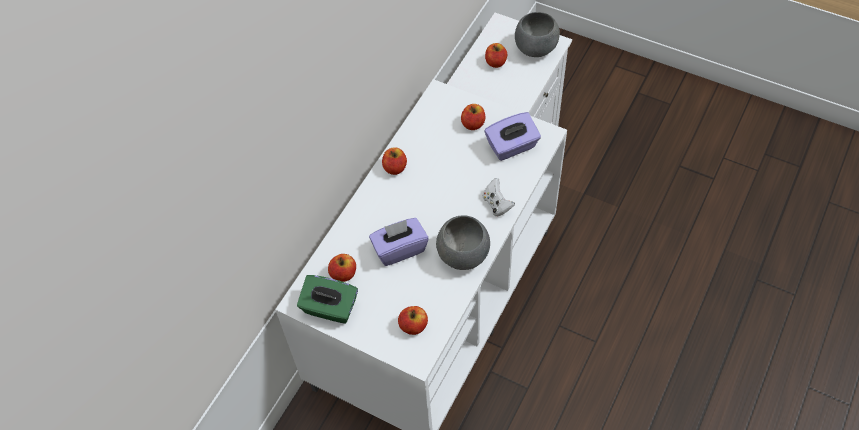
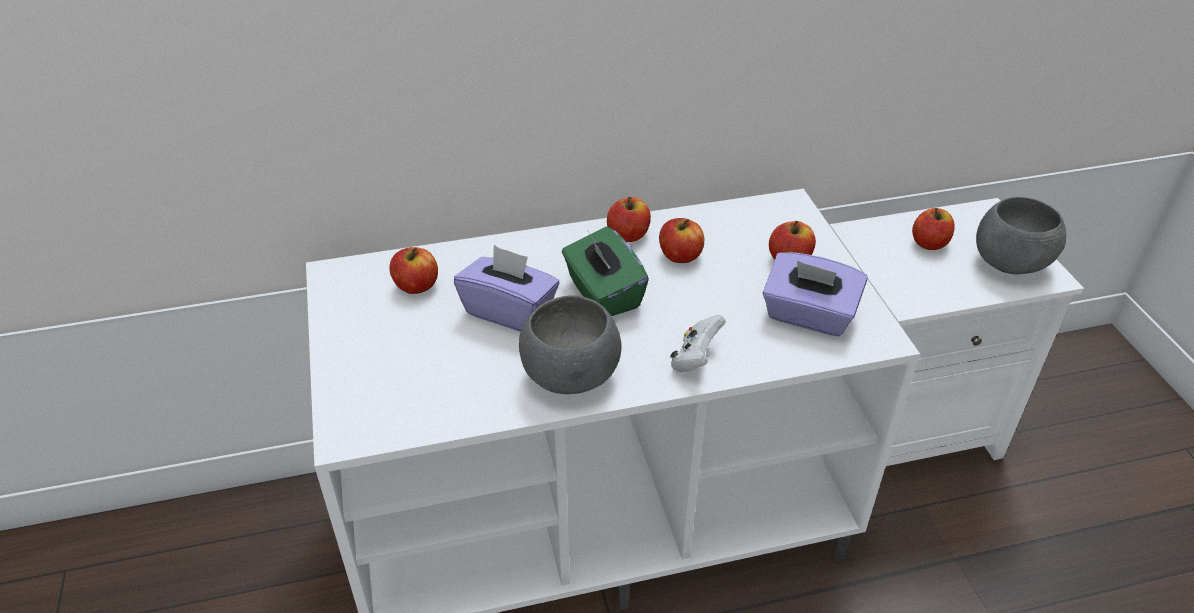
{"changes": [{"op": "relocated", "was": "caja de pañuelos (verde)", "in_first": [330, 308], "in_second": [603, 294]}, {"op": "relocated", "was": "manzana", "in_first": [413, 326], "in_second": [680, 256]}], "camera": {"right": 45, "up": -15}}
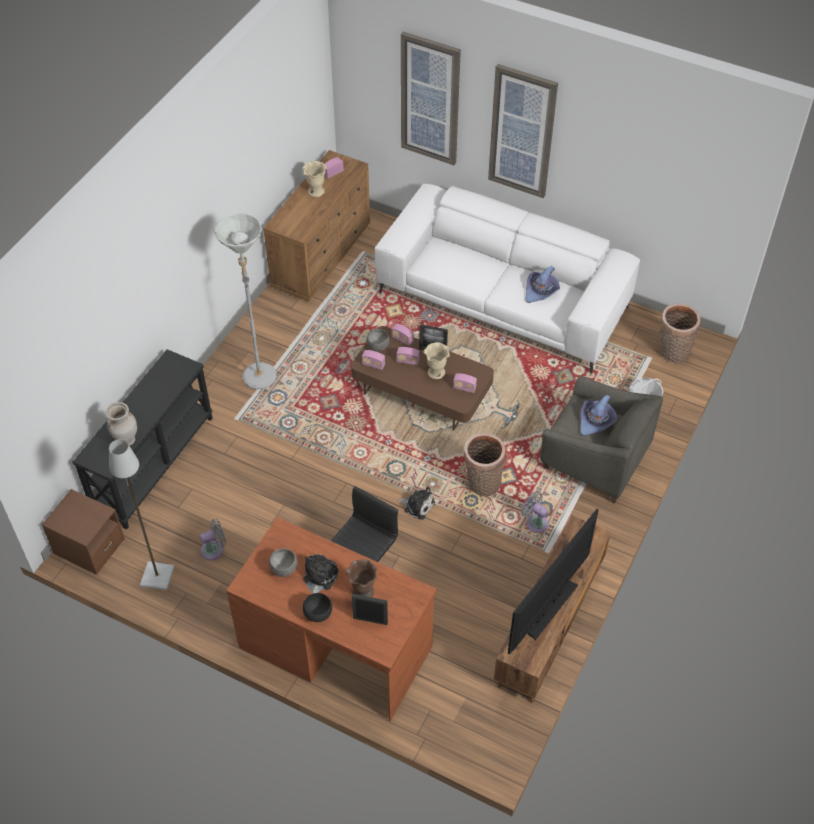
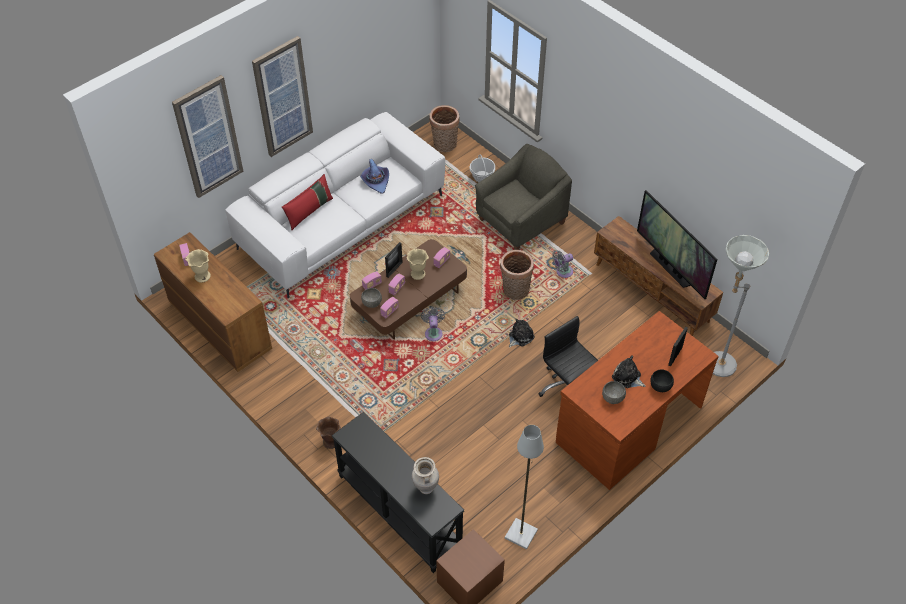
{"changes": [{"op": "appeared", "now": "cojín (rojo)", "in_second": [309, 211]}, {"op": "relocated", "was": "florero (marrón)", "in_first": [363, 592], "in_second": [330, 442]}, {"op": "relocated", "was": "ventilador (gris)", "in_first": [214, 549], "in_second": [433, 332]}, {"op": "relocated", "was": "lámpara de pie (gris)", "in_first": [258, 371], "in_second": [714, 364]}, {"op": "missing", "was": "sombrero (morado)", "in_first": [596, 421]}], "camera": {"right": -70, "up": 0}}
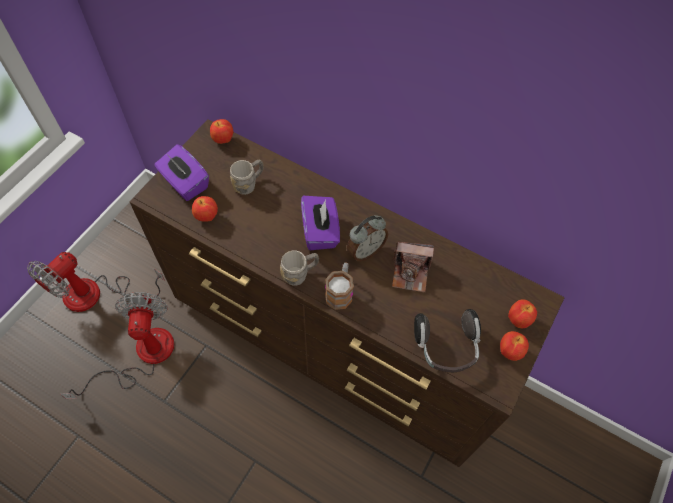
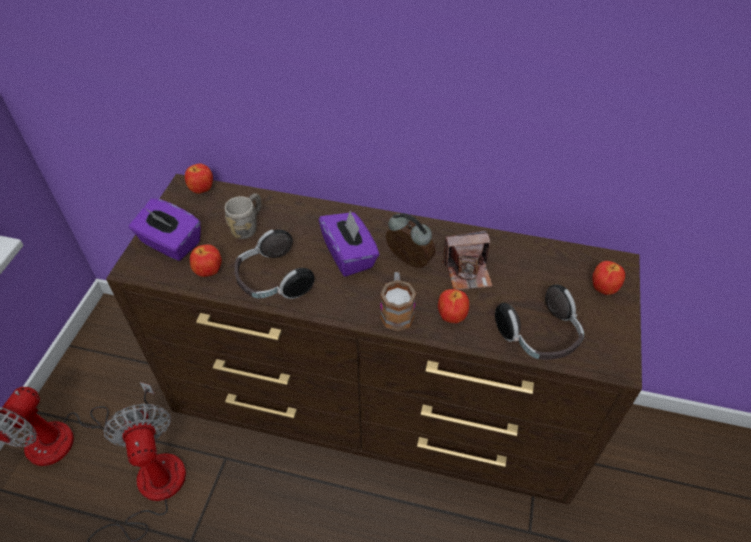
{"changes": [{"op": "appeared", "now": "auriculares", "in_second": [272, 280]}, {"op": "spun", "was": "despertador", "in_first": [365, 251], "in_second": [408, 262], "clockwise": -90}, {"op": "relocated", "was": "manzana", "in_first": [509, 351], "in_second": [451, 316]}, {"op": "missing", "was": "taza grande (gris)", "in_first": [300, 274]}], "camera": {"right": -15, "up": -10}}
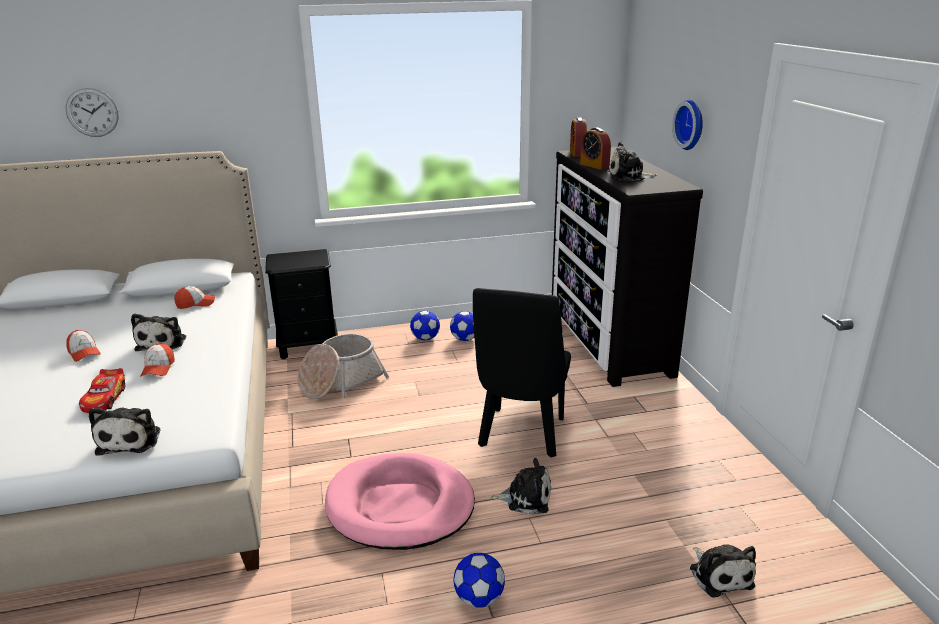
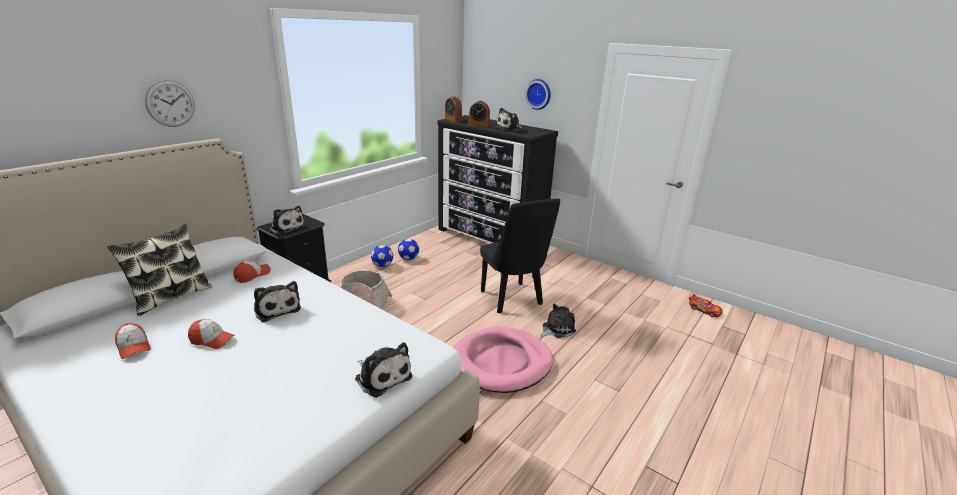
{"changes": [{"op": "appeared", "now": "cojín", "in_second": [171, 297]}, {"op": "relocated", "was": "gorra", "in_first": [158, 368], "in_second": [133, 347]}, {"op": "relocated", "was": "reloj de pared", "in_first": [92, 112], "in_second": [170, 103]}, {"op": "relocated", "was": "peluche", "in_first": [719, 575], "in_second": [286, 227]}, {"op": "relocated", "was": "coche de juguete", "in_first": [105, 399], "in_second": [704, 310]}, {"op": "missing", "was": "balón de fútbol", "in_first": [479, 598]}], "camera": {"right": -40, "up": 0}}
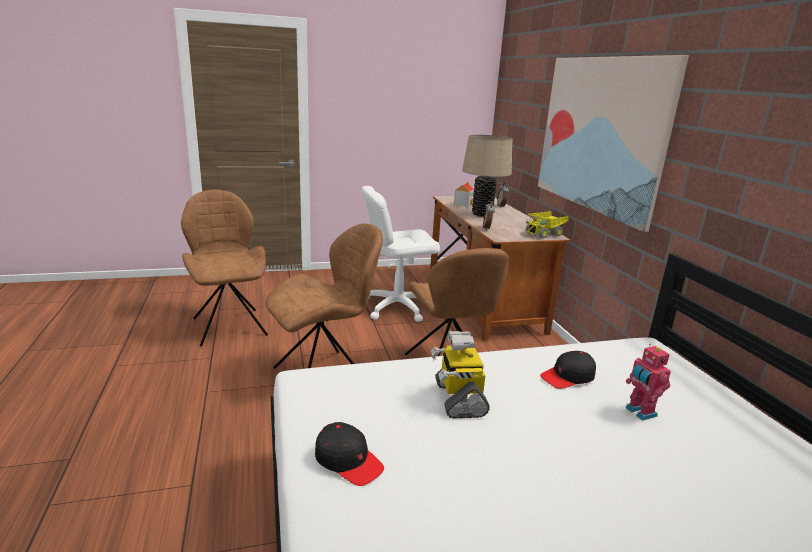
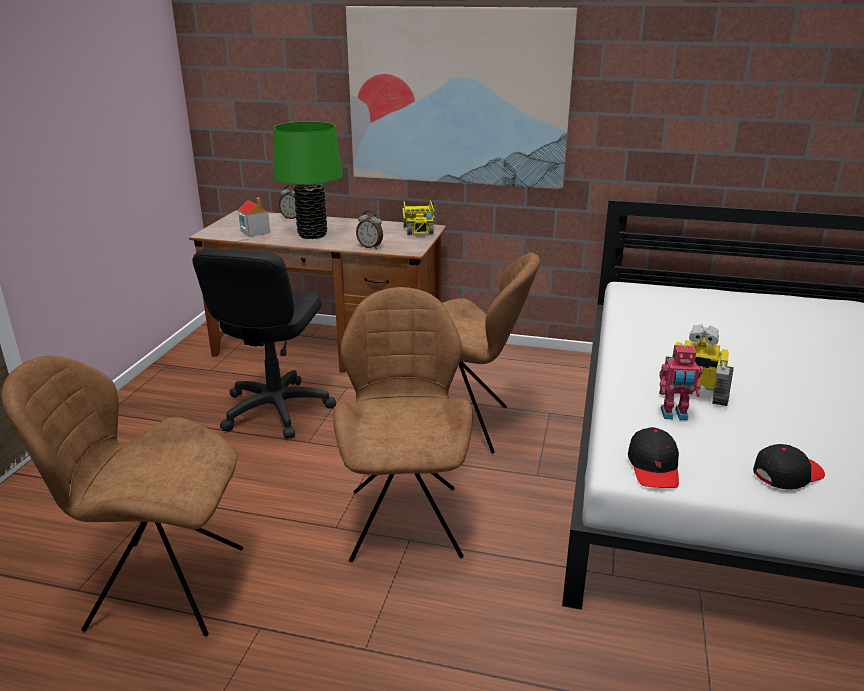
{"changes": [{"op": "colour", "was": "silla de oficina (blanco)", "now": "silla de oficina (negro)", "in_first": [397, 307], "in_second": [275, 409]}, {"op": "colour", "was": "lámpara de mesa (beis)", "now": "lámpara de mesa (verde)", "in_first": [482, 214], "in_second": [312, 235]}, {"op": "relocated", "was": "gorra (negro)", "in_first": [568, 377], "in_second": [654, 467]}, {"op": "relocated", "was": "robot de juguete", "in_first": [639, 412], "in_second": [674, 415]}], "camera": {"right": -60, "up": 5}}
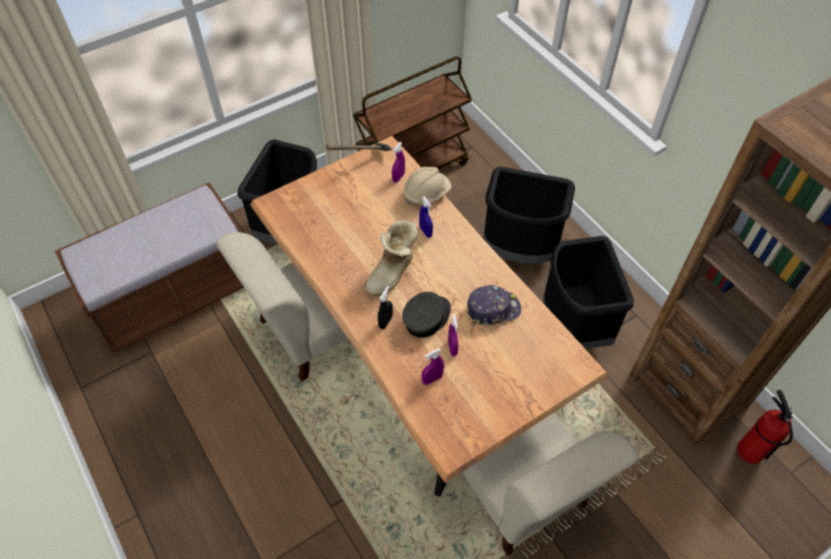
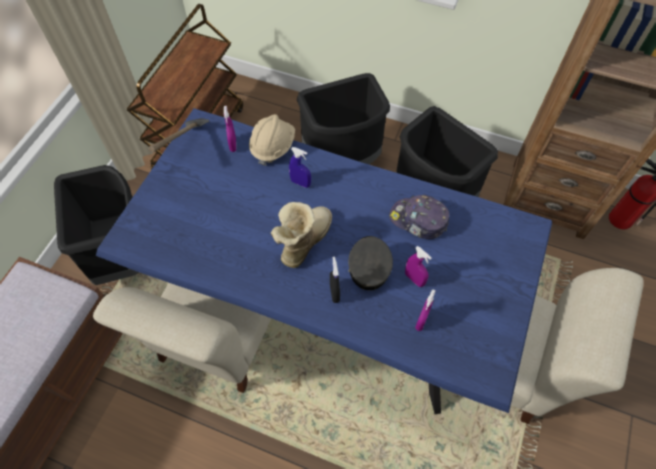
{"changes": [{"op": "colour", "was": "mesa de comedor (marrón)", "now": "mesa de comedor (azul)", "in_first": [415, 357], "in_second": [328, 304]}, {"op": "spun", "was": "bota", "in_first": [393, 273], "in_second": [302, 241], "clockwise": -150}, {"op": "spun", "was": "gorra", "in_first": [492, 309], "in_second": [418, 220], "clockwise": -105}], "camera": {"right": -35, "up": 5}}
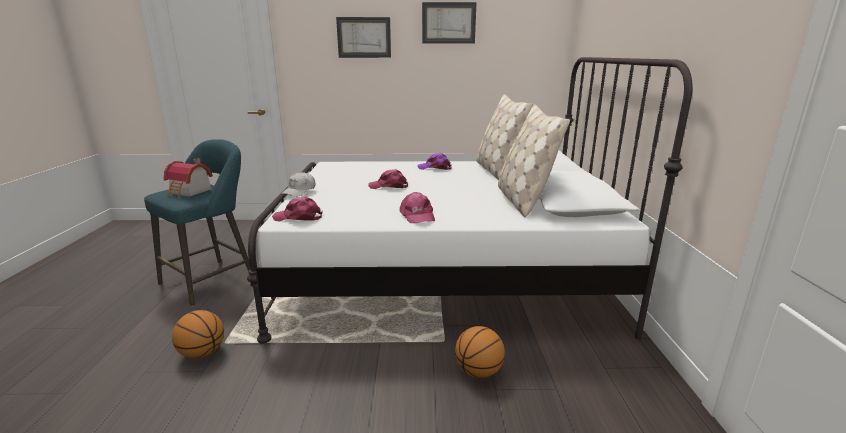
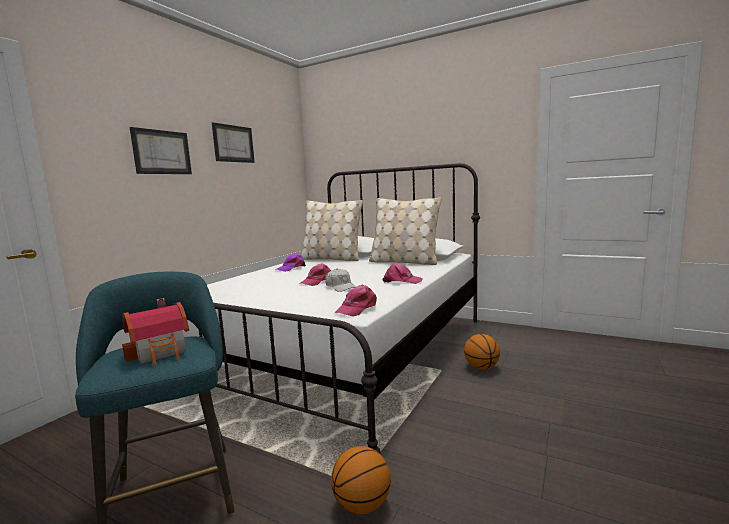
{"changes": [{"op": "relocated", "was": "gorra (blanco)", "in_first": [299, 191], "in_second": [340, 287]}], "camera": {"right": -60, "up": -10}}
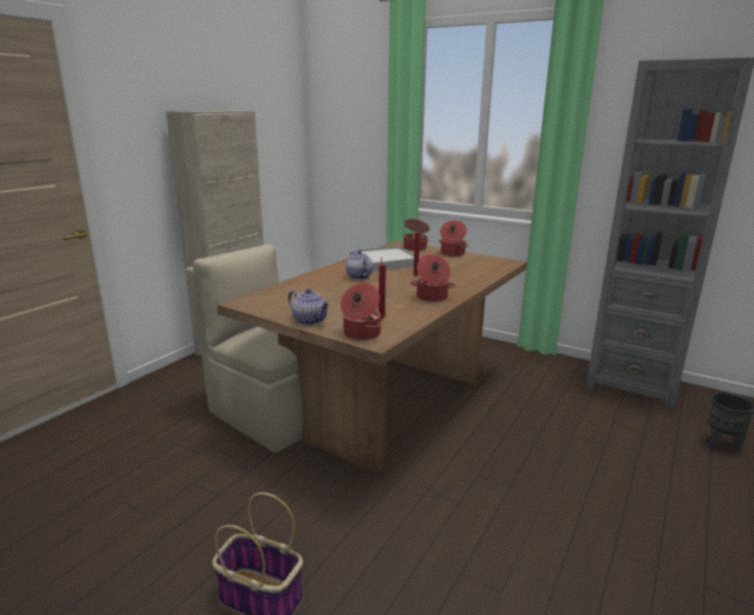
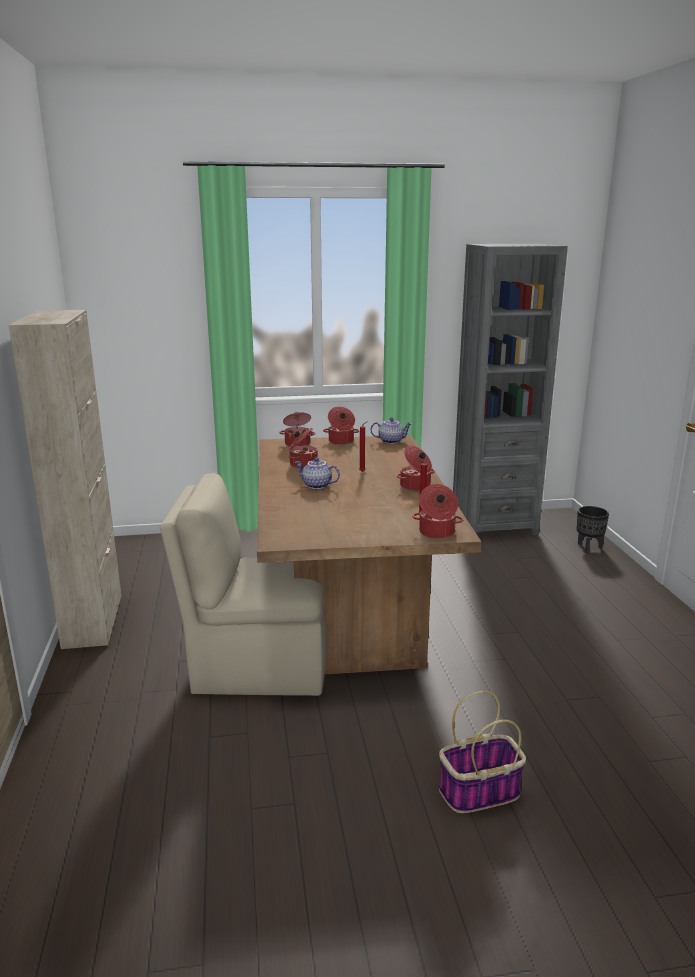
{"changes": [{"op": "exchanged", "was": "bandeja (blanco)", "now": "olla", "in_first": [385, 261], "in_second": [303, 464]}, {"op": "relocated", "was": "tetera", "in_first": [310, 320], "in_second": [391, 441]}], "camera": {"right": -40, "up": 0}}
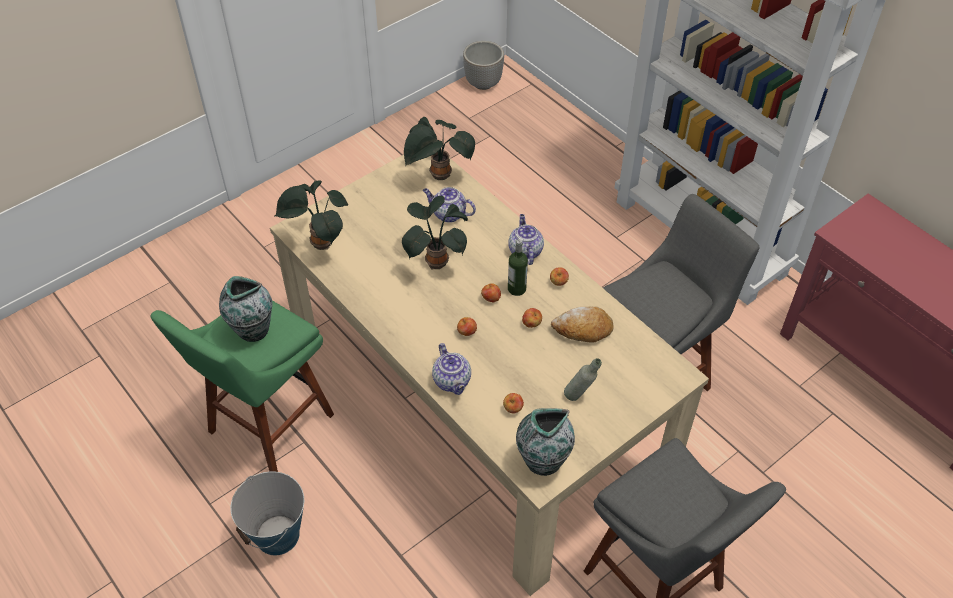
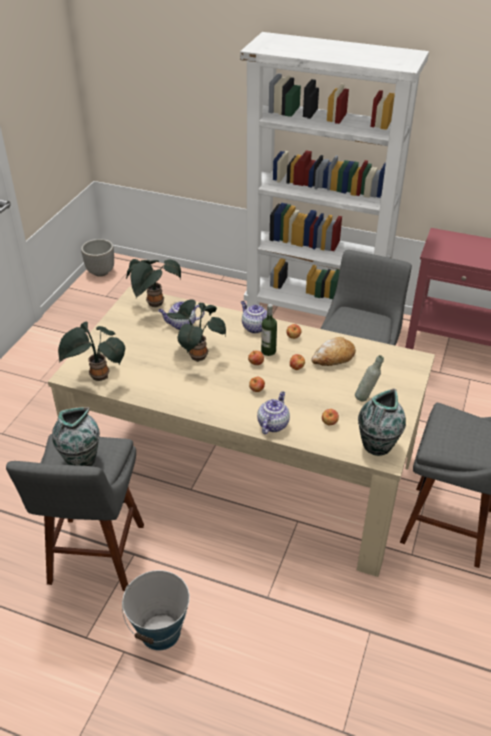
{"changes": [{"op": "colour", "was": "taburete (verde)", "now": "taburete (gris)", "in_first": [266, 427], "in_second": [95, 558]}, {"op": "spun", "was": "tetera", "in_first": [452, 381], "in_second": [273, 424], "clockwise": -105}], "camera": {"right": -30, "up": -10}}
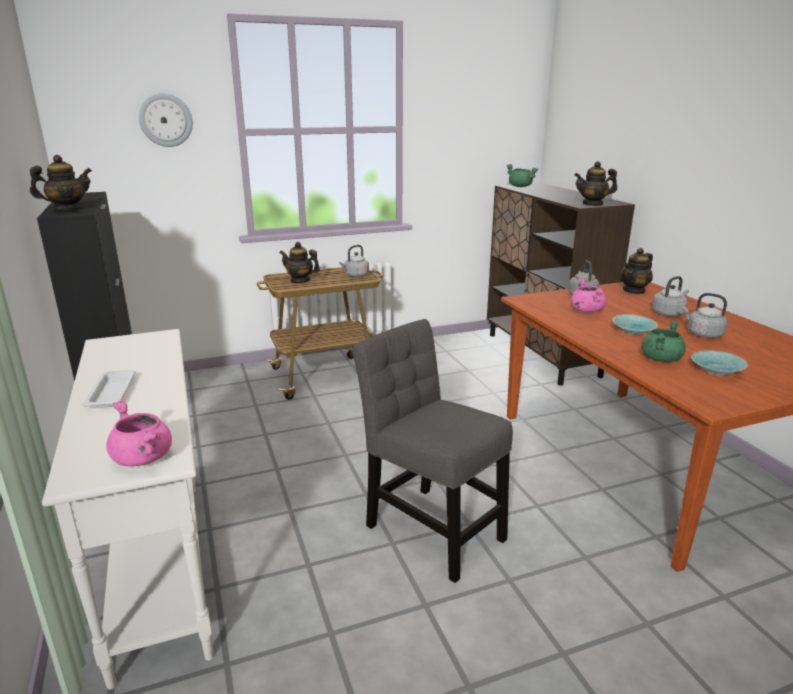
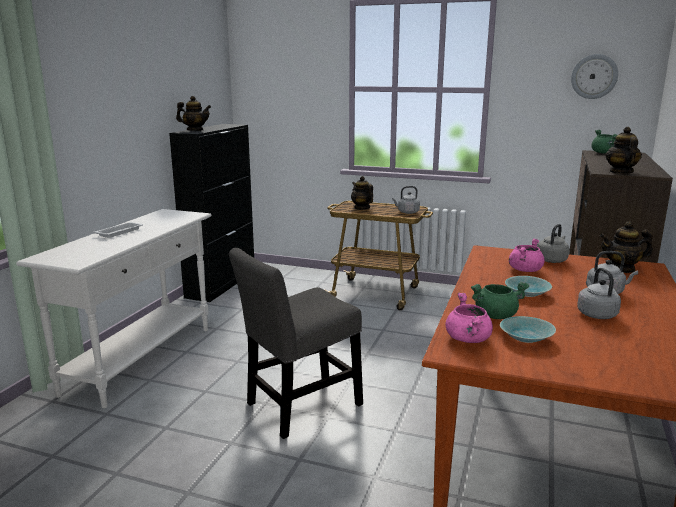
{"changes": [{"op": "spun", "was": "silla (gris)", "in_first": [430, 528], "in_second": [299, 407], "clockwise": -120}, {"op": "relocated", "was": "olla (rosa)", "in_first": [144, 458], "in_second": [468, 339]}, {"op": "relocated", "was": "reloj de pared", "in_first": [166, 120], "in_second": [594, 76]}, {"op": "spun", "was": "tetera", "in_first": [593, 204], "in_second": [620, 172], "clockwise": 60}], "camera": {"right": 40, "up": -5}}
